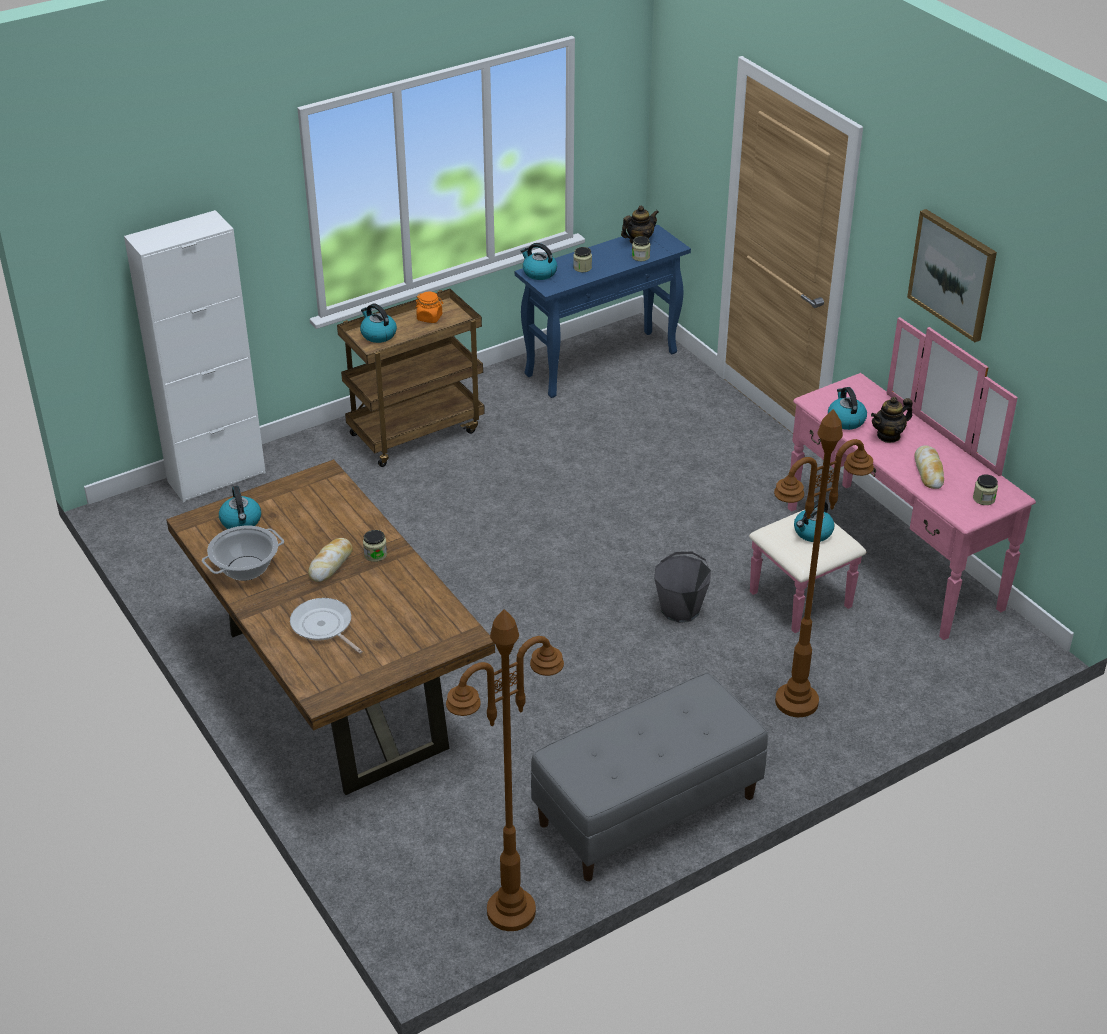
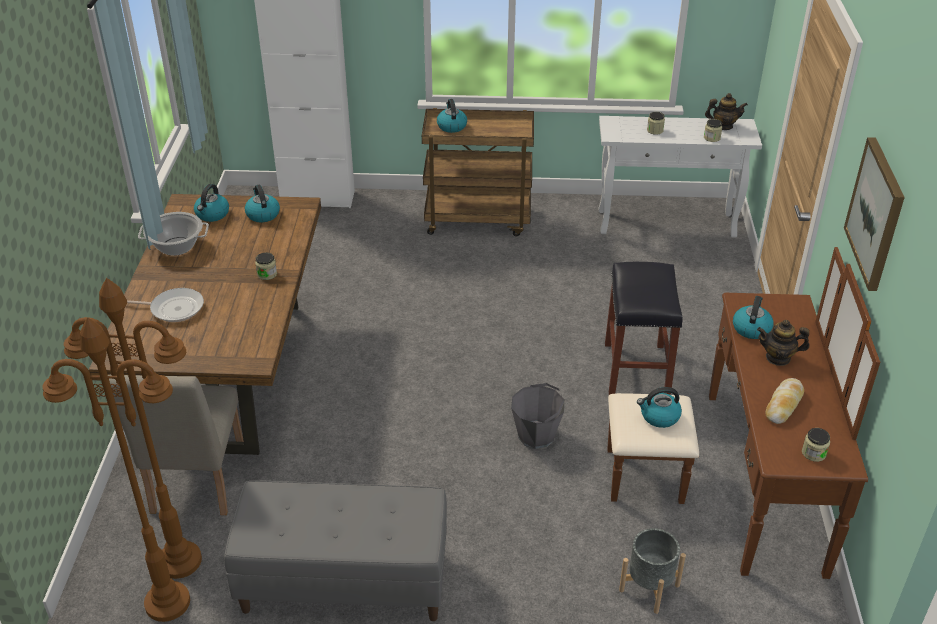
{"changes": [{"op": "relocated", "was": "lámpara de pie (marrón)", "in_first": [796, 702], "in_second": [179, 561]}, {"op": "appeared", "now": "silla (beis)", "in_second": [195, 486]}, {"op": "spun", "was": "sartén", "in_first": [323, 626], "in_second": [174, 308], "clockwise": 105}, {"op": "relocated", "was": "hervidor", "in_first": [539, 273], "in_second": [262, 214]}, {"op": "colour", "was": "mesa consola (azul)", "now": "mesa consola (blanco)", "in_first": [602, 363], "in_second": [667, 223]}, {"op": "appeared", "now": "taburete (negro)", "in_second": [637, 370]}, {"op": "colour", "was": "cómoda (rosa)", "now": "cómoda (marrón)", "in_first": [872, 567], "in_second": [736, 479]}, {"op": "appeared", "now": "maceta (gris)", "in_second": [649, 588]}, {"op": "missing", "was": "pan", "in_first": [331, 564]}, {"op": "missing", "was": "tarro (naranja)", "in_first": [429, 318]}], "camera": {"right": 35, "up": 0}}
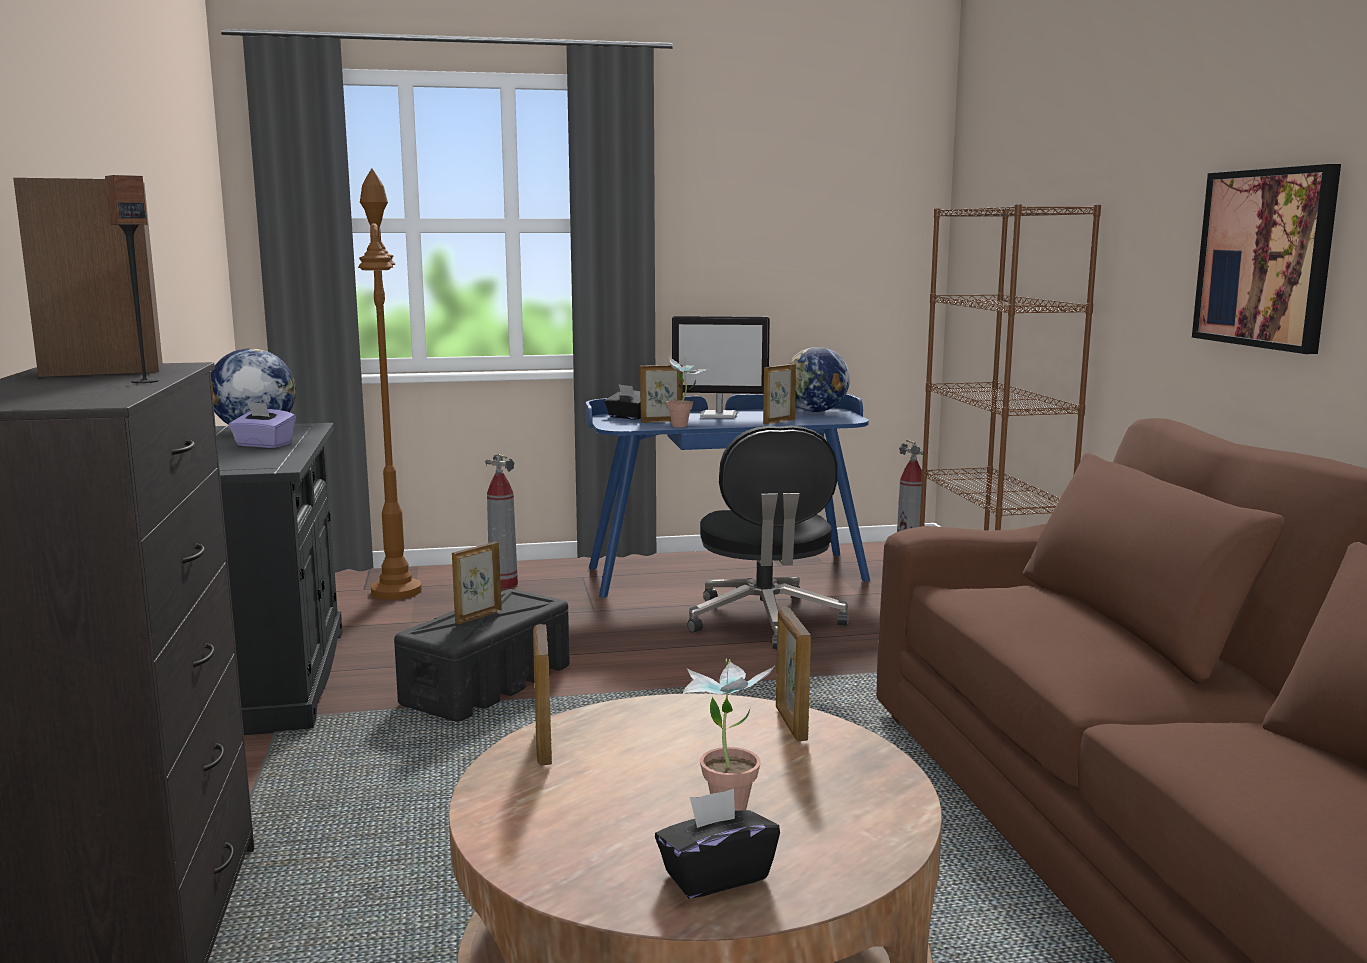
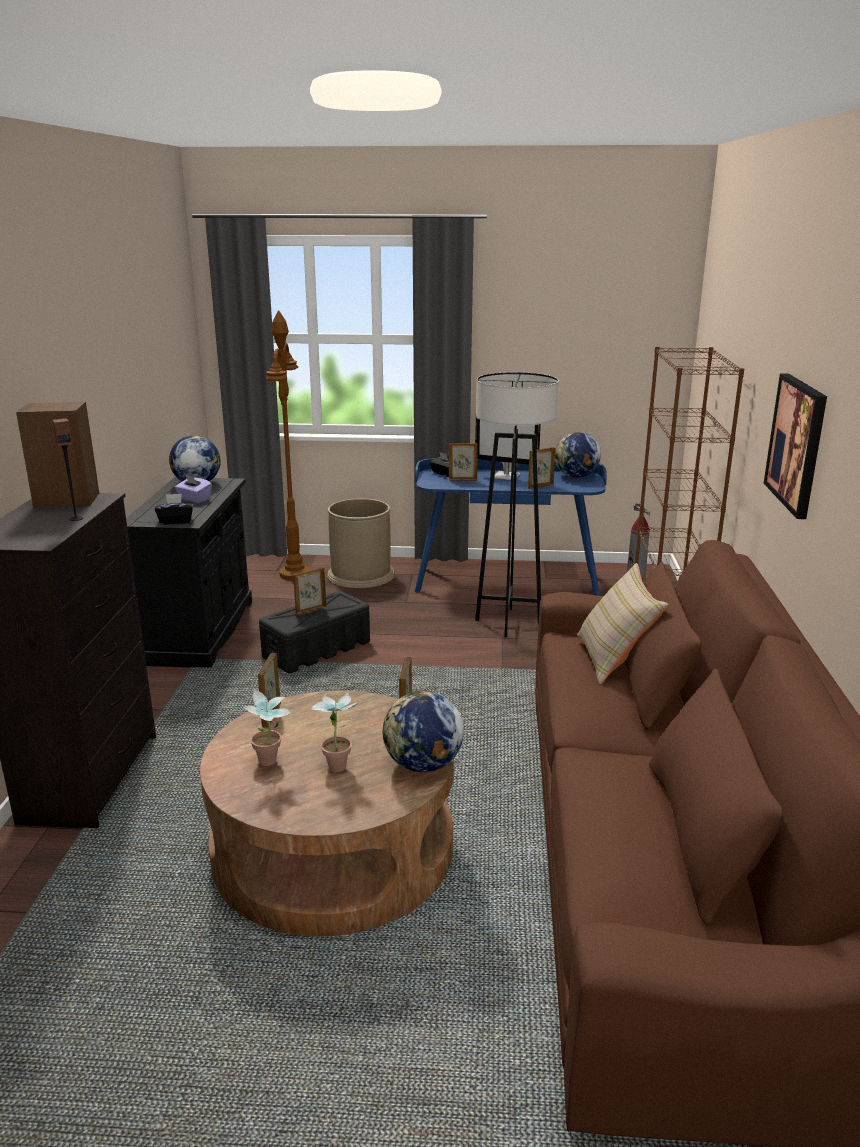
{"changes": [{"op": "relocated", "was": "caja de pañuelos (negro)", "in_first": [716, 876], "in_second": [176, 521]}, {"op": "relocated", "was": "planta en maceta", "in_first": [684, 426], "in_second": [270, 764]}, {"op": "exchanged", "was": "extintor", "now": "papelera (marrón)", "in_first": [503, 584], "in_second": [360, 575]}, {"op": "appeared", "now": "globo terráqueo", "in_second": [423, 765]}, {"op": "exchanged", "was": "silla de oficina (negro)", "now": "lámpara de pie (gris)", "in_first": [765, 621], "in_second": [508, 622]}, {"op": "appeared", "now": "cojín (beis)", "in_second": [615, 659]}], "camera": {"right": 15, "up": 10}}
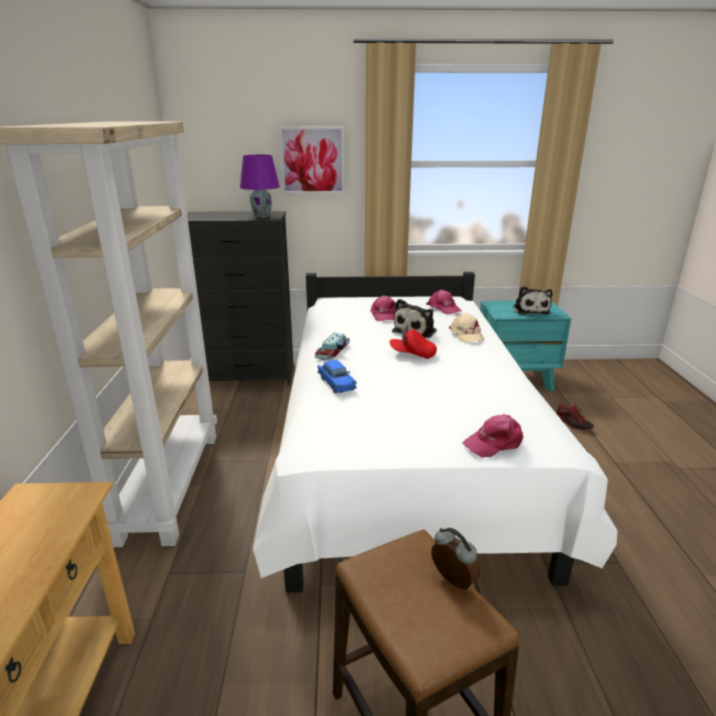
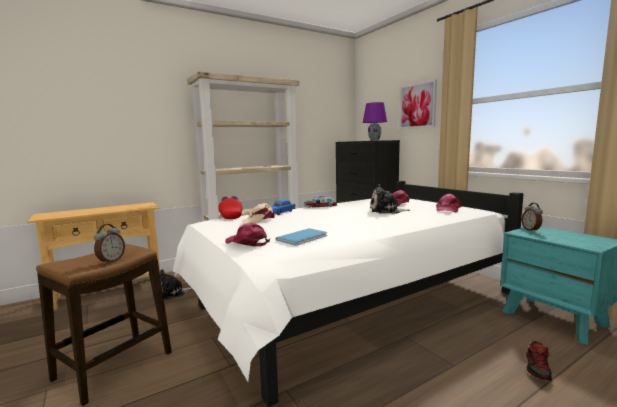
{"changes": [{"op": "relocated", "was": "peluche", "in_first": [530, 310], "in_second": [172, 293]}, {"op": "relocated", "was": "gorra (rojo)", "in_first": [412, 354], "in_second": [230, 216]}, {"op": "relocated", "was": "gorra (beis)", "in_first": [466, 334], "in_second": [259, 220]}, {"op": "appeared", "now": "libro (azul)", "in_second": [304, 237]}, {"op": "appeared", "now": "despertador", "in_second": [531, 230]}], "camera": {"right": 60, "up": -15}}
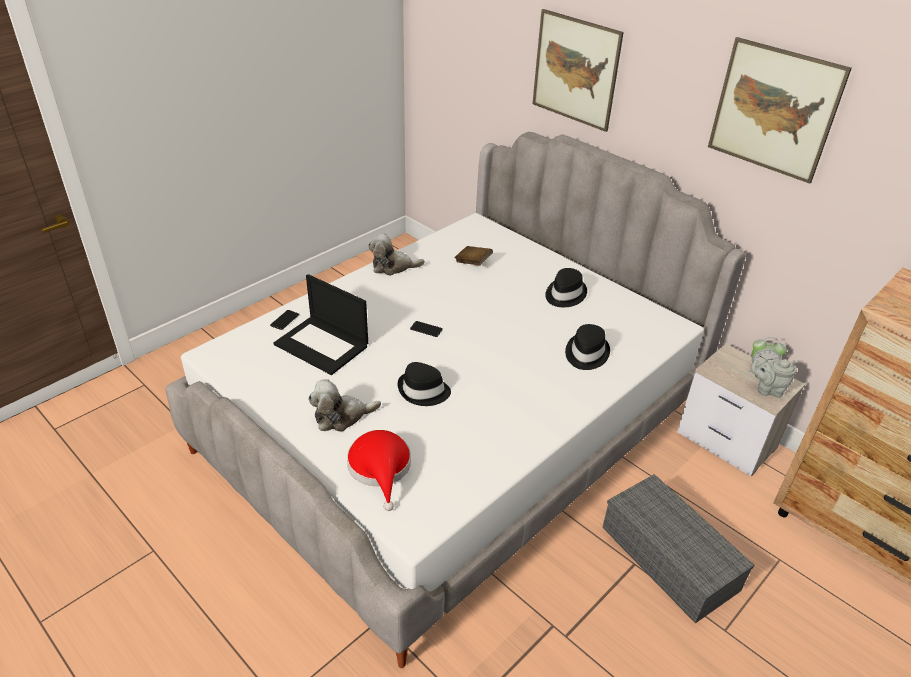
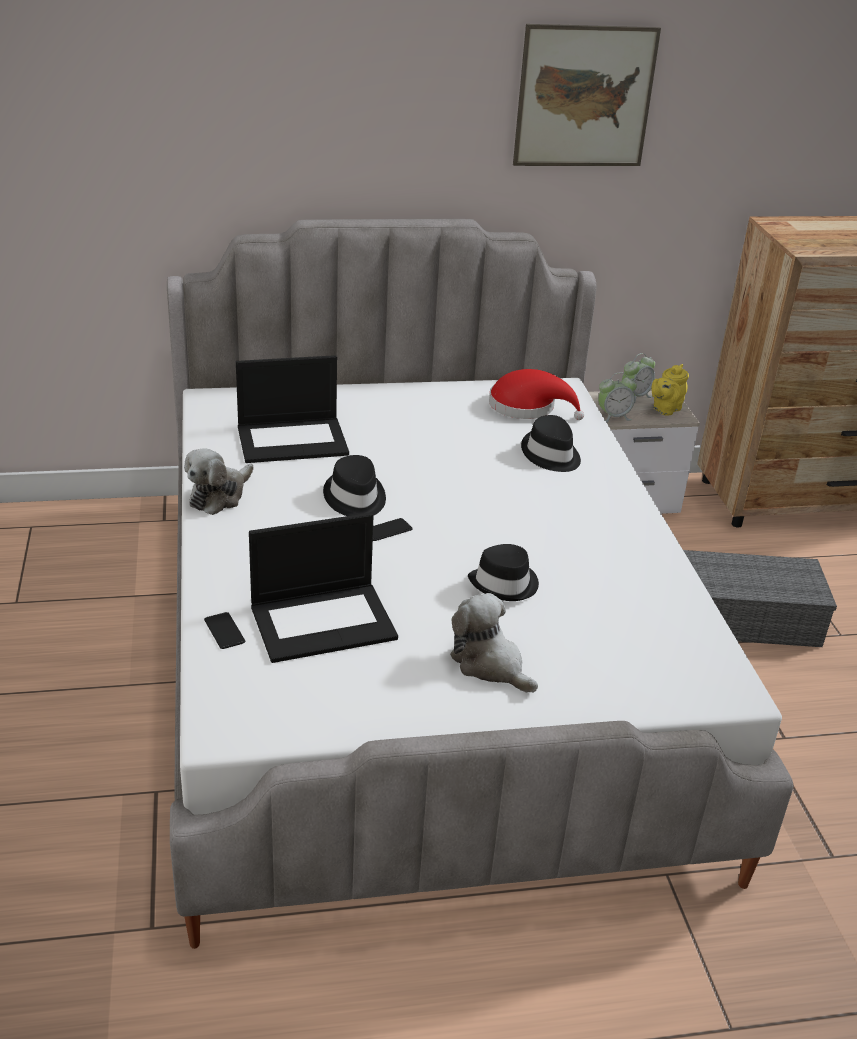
{"changes": [{"op": "exchanged", "was": "libro (marrón)", "now": "portátil", "in_first": [473, 263], "in_second": [293, 440]}, {"op": "relocated", "was": "sombrero (negro)", "in_first": [564, 294], "in_second": [354, 498]}, {"op": "spun", "was": "peluche", "in_first": [341, 416], "in_second": [490, 664], "clockwise": 120}, {"op": "relocated", "was": "sombrero (rojo)", "in_first": [380, 468], "in_second": [527, 407]}, {"op": "appeared", "now": "despertador", "in_second": [613, 417]}, {"op": "colour", "was": "tetera (gris)", "now": "tetera (amarillo)", "in_first": [767, 390], "in_second": [665, 409]}, {"op": "missing", "was": "cuadro", "in_first": [575, 70]}], "camera": {"right": -55, "up": -5}}
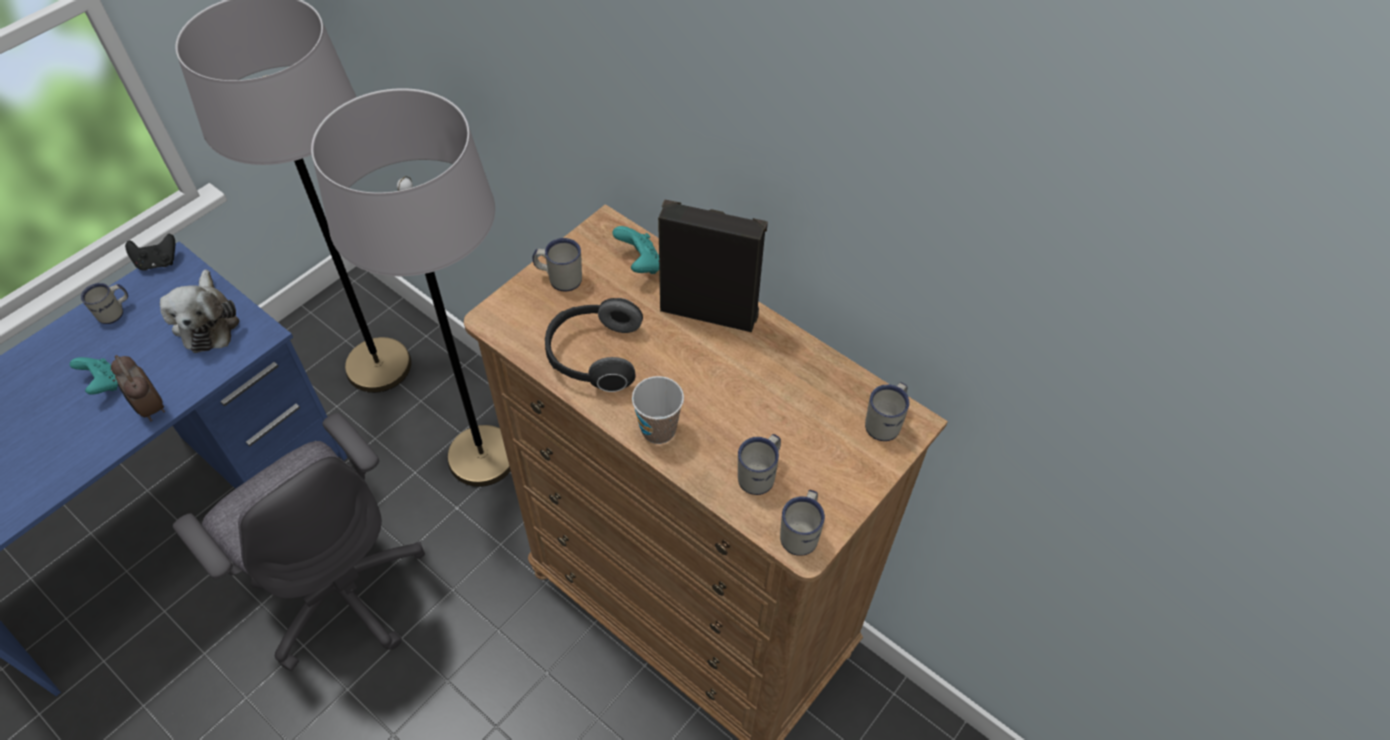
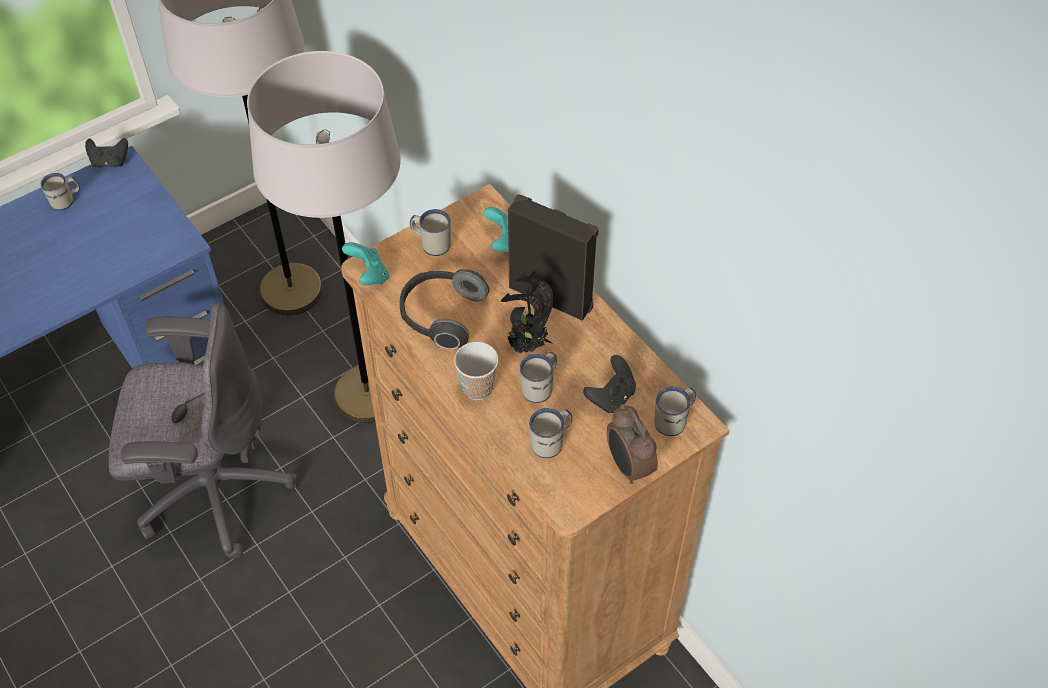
{"changes": [{"op": "spun", "was": "silla de oficina (gris)", "in_first": [341, 589], "in_second": [213, 489], "clockwise": -60}, {"op": "relocated", "was": "mando de consola (turquesa)", "in_first": [103, 384], "in_second": [368, 275]}, {"op": "appeared", "now": "planta en maceta", "in_second": [527, 346]}, {"op": "relocated", "was": "taza grande (blanco)", "in_first": [802, 532], "in_second": [540, 386]}, {"op": "appeared", "now": "mando de consola (negro)", "in_second": [611, 397]}, {"op": "relocated", "was": "despertador", "in_first": [151, 408], "in_second": [628, 466]}, {"op": "missing", "was": "peluche", "in_first": [208, 322]}], "camera": {"right": 15, "up": 0}}
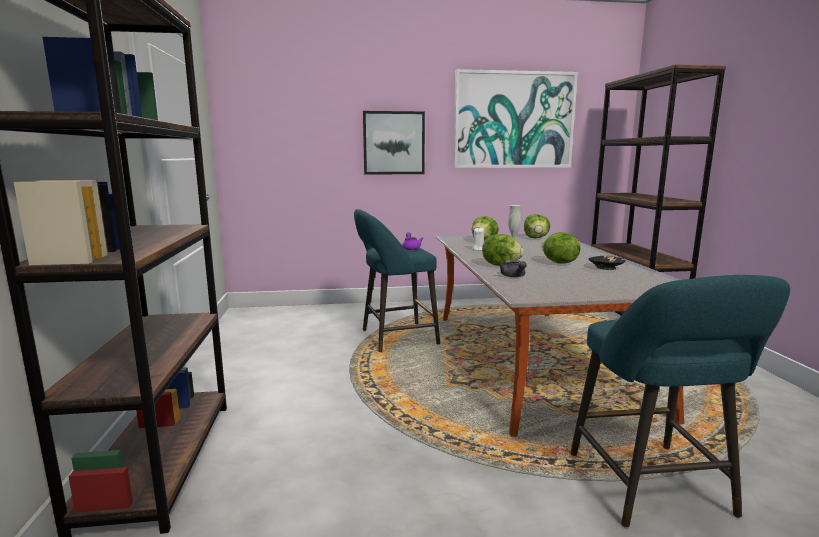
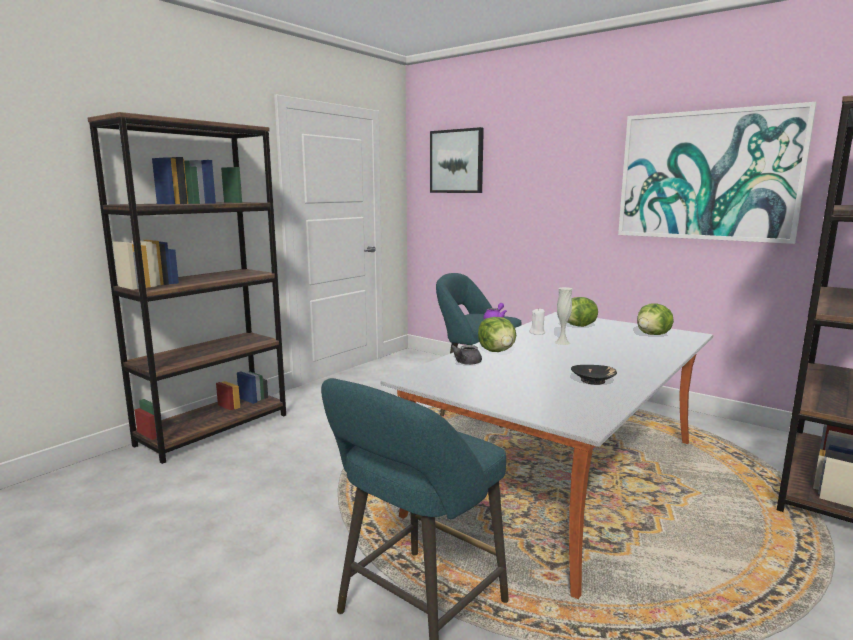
{"changes": [{"op": "relocated", "was": "cuadro", "in_first": [393, 143], "in_second": [457, 161]}, {"op": "missing", "was": "lechuga", "in_first": [558, 263]}], "camera": {"right": 45, "up": 0}}
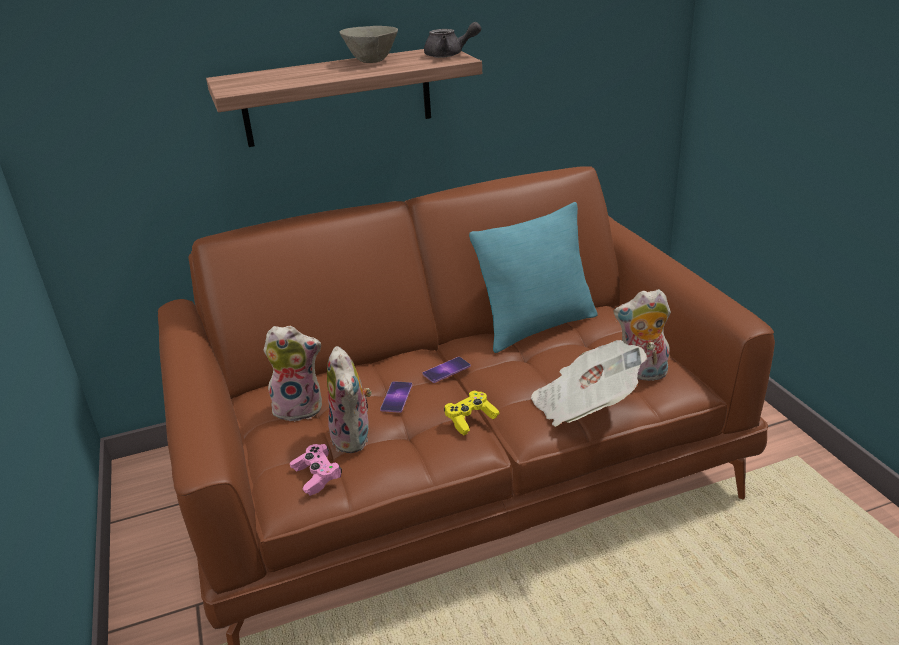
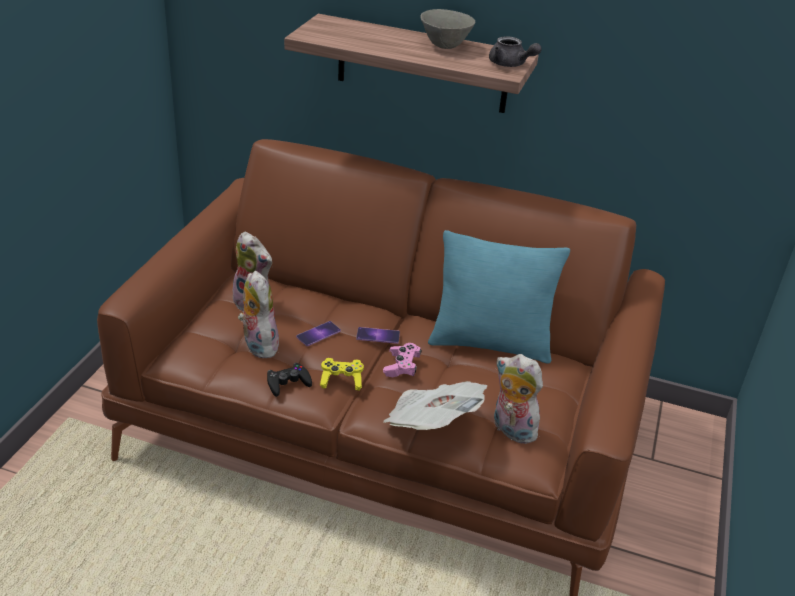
{"changes": [{"op": "spun", "was": "peluche", "in_first": [354, 438], "in_second": [258, 345], "clockwise": 135}, {"op": "appeared", "now": "mando de consola (negro)", "in_second": [288, 383]}, {"op": "relocated", "was": "mando de consola (rosa)", "in_first": [317, 476], "in_second": [402, 366]}], "camera": {"right": 35, "up": 5}}
